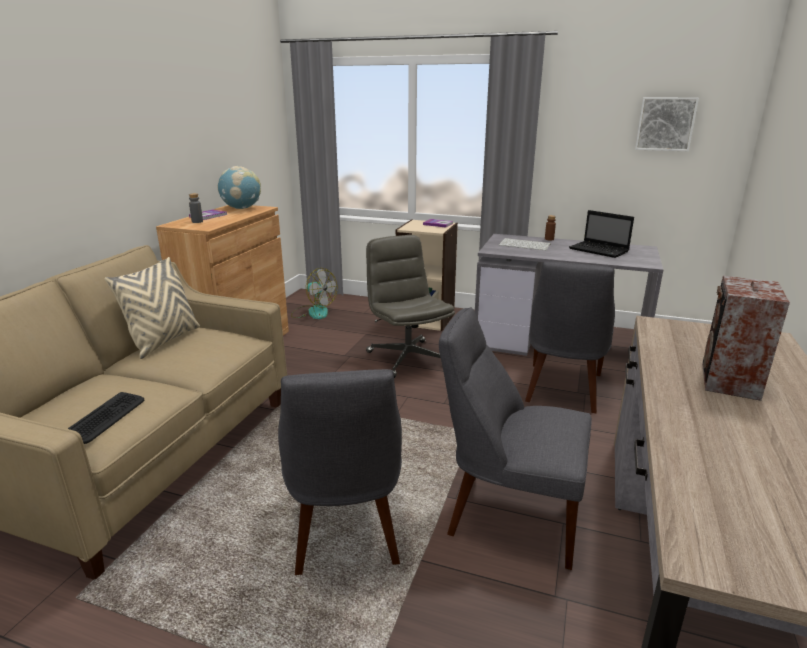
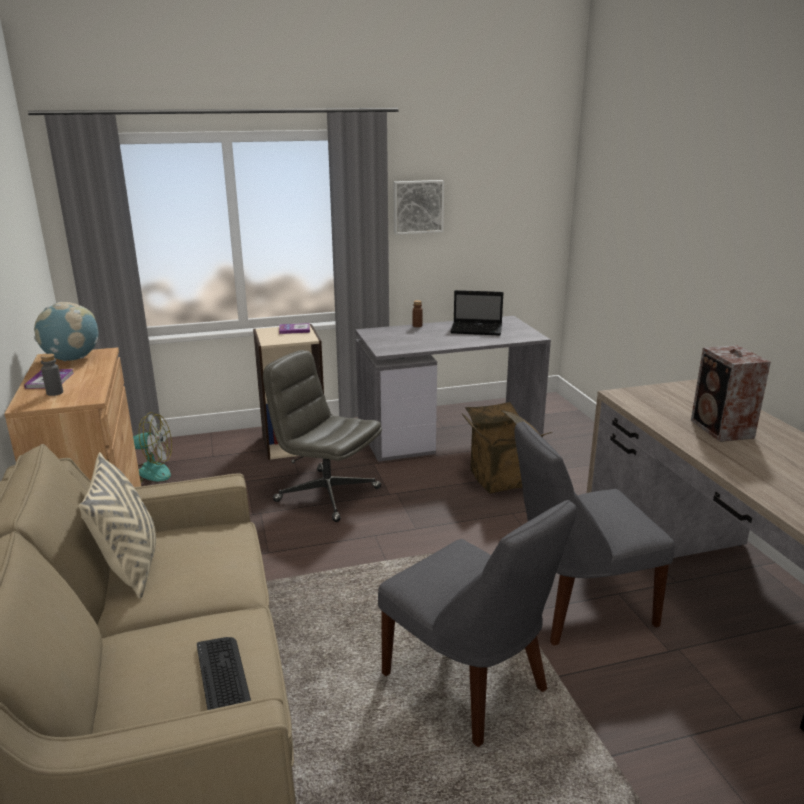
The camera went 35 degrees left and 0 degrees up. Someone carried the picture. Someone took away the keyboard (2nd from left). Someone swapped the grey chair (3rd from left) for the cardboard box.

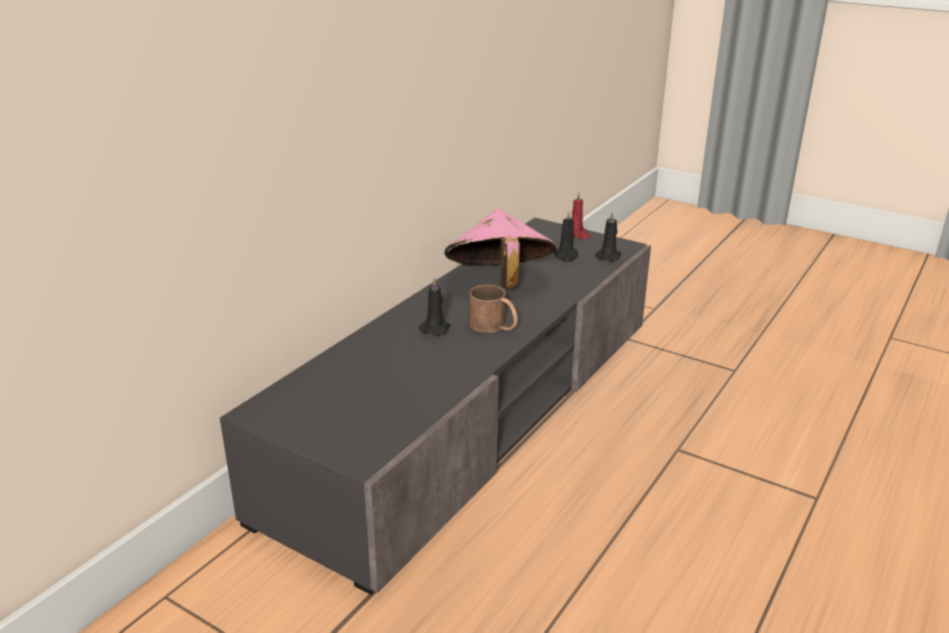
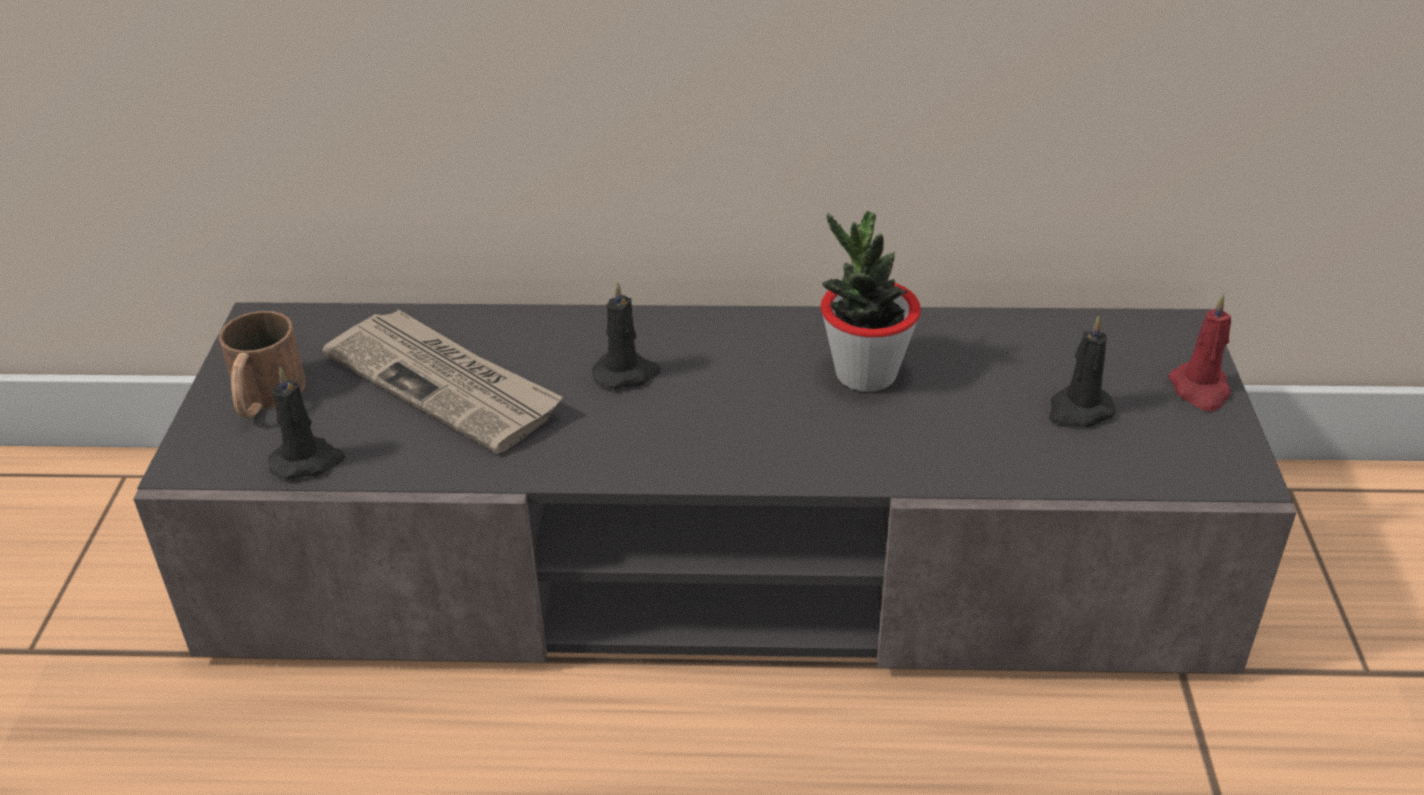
The camera went 60 degrees right and 10 degrees up. Someone swapped the pink hat for the potted plant. Someone carried the black candle (3rd from left in the first image). Someone carried the brown mug. Someone put down the newspaper.

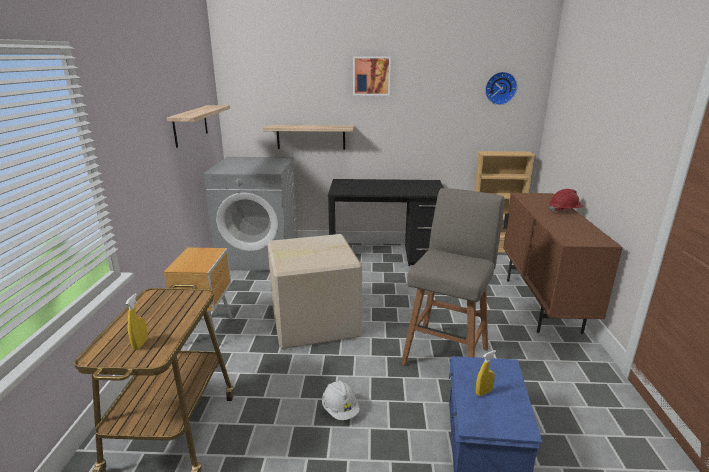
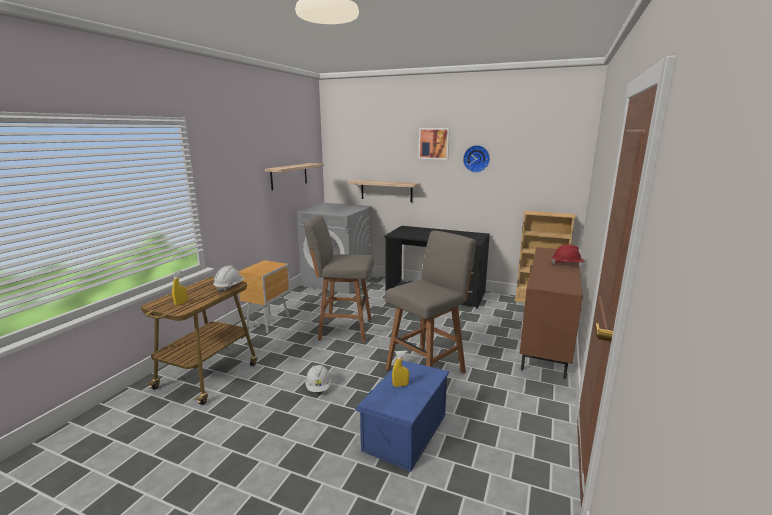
The camera went 20 degrees right and 5 degrees down. Someone carried the wall clock. Someone swapped the cardboard box for the grey stool (1st from left). Someone put down the white hard hat (1st from left).

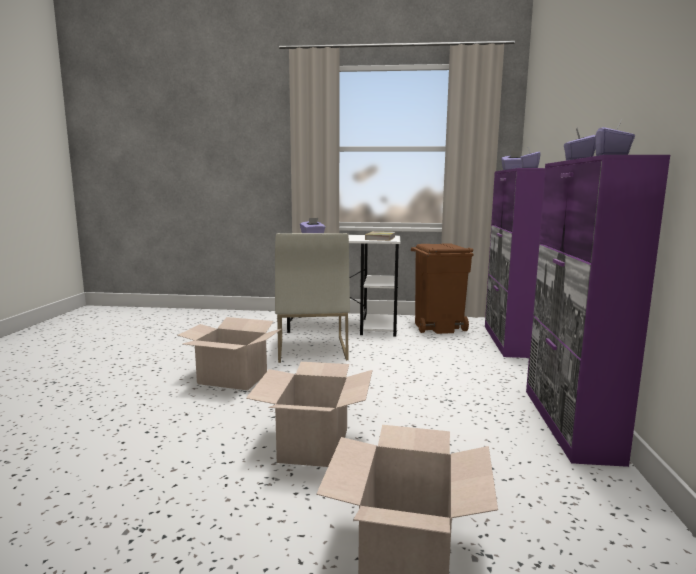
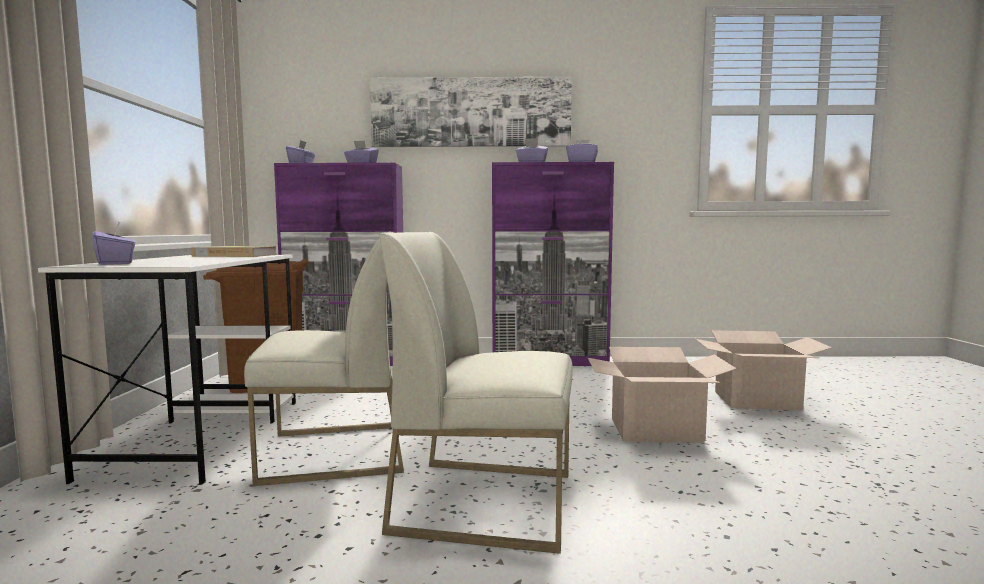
The camera went 95 degrees left and 5 degrees down. Someone swapped the cardboard box (1st from left) for the white chair (2nd from left). Someone put up the picture.

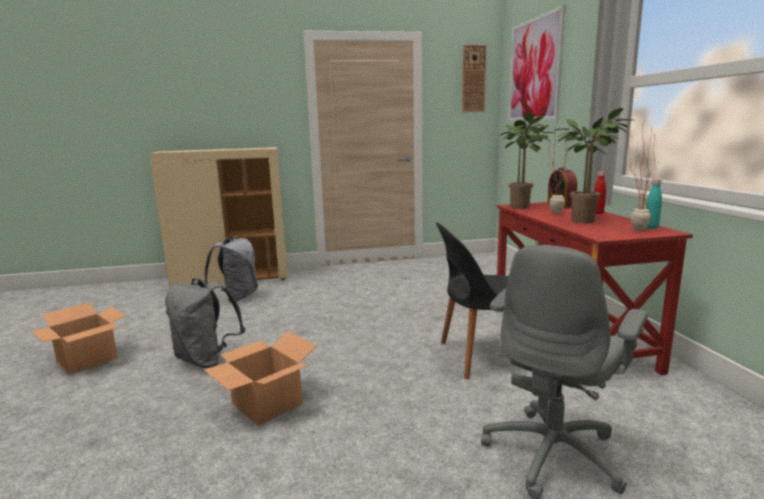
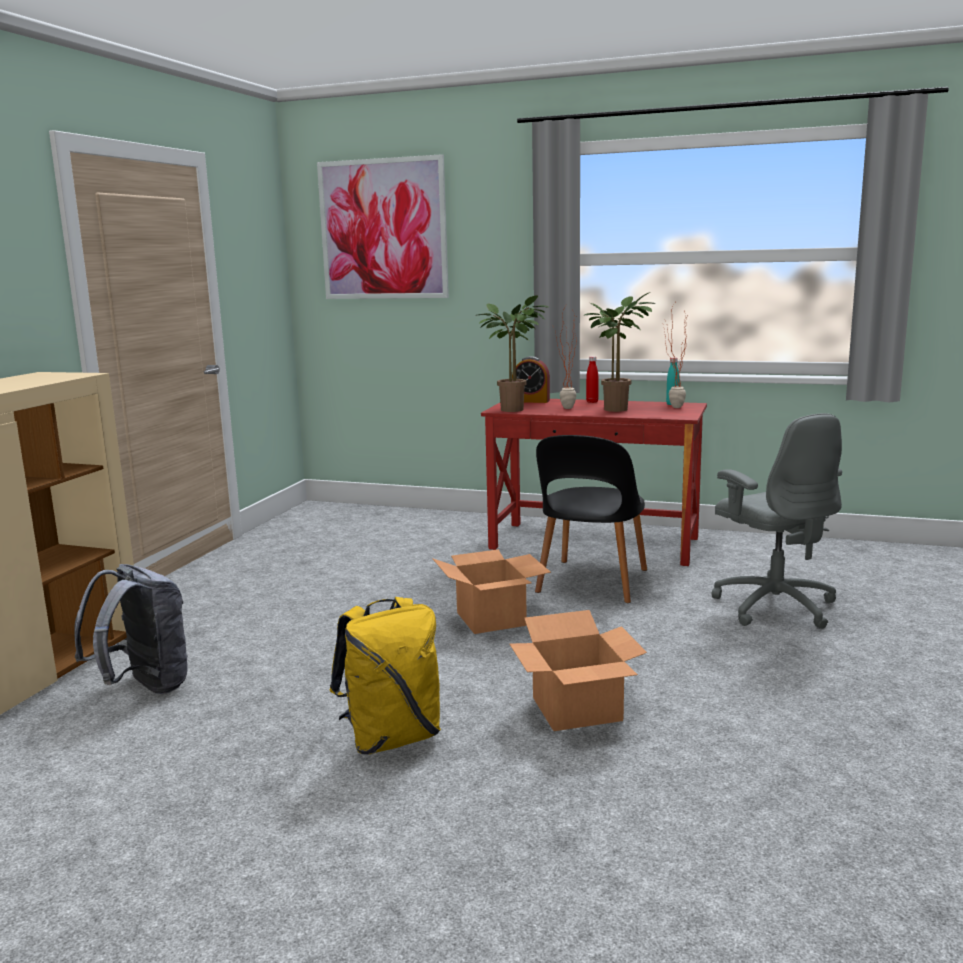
The camera went 60 degrees left and 0 degrees up. Someone took away the wall clock. Someone repainted the grey backpack (1st from left), which became the yellow backpack. Someone carried the cardboard box (1st from left).

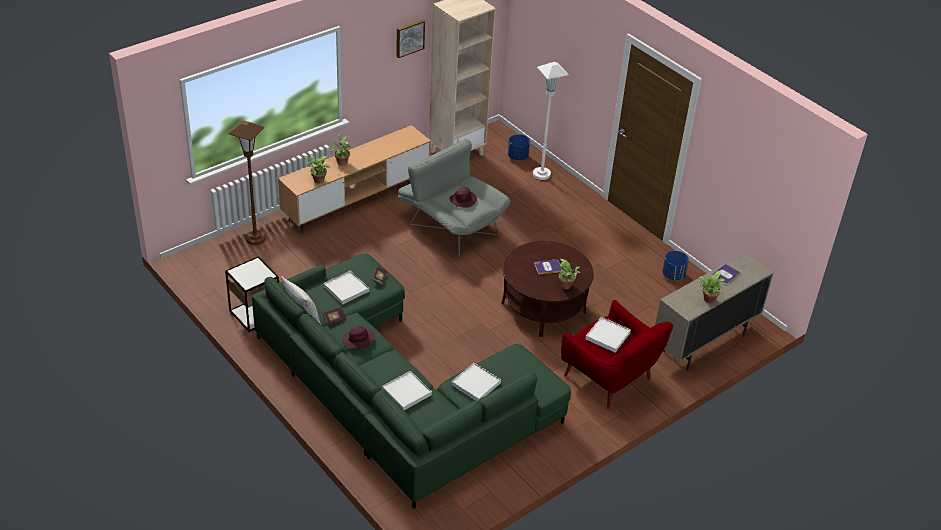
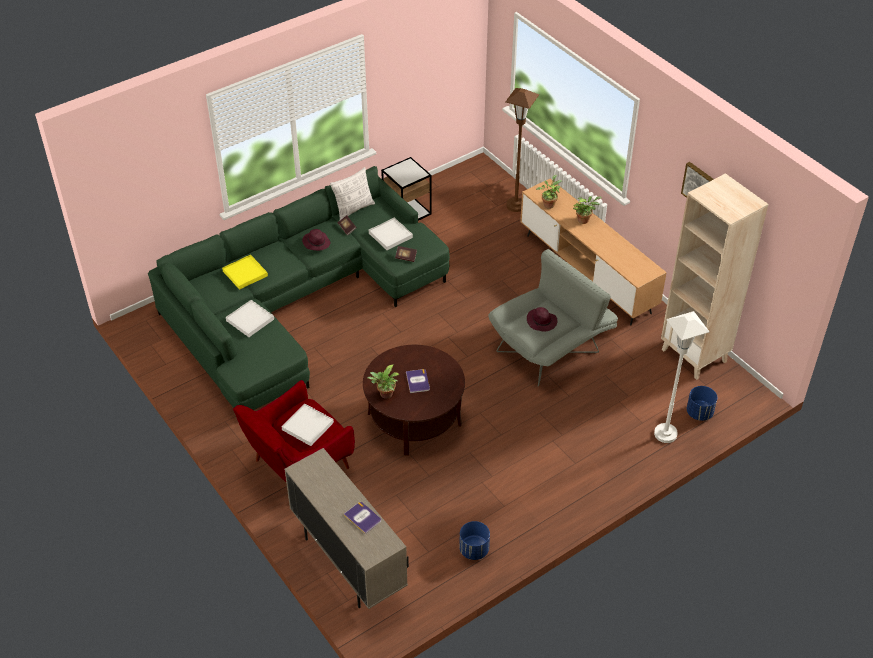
The camera went 95 degrees right and 5 degrees up. Someone took away the potted plant (4th from left). Someone repainted the white tray (2nd from left), which became the yellow tray.

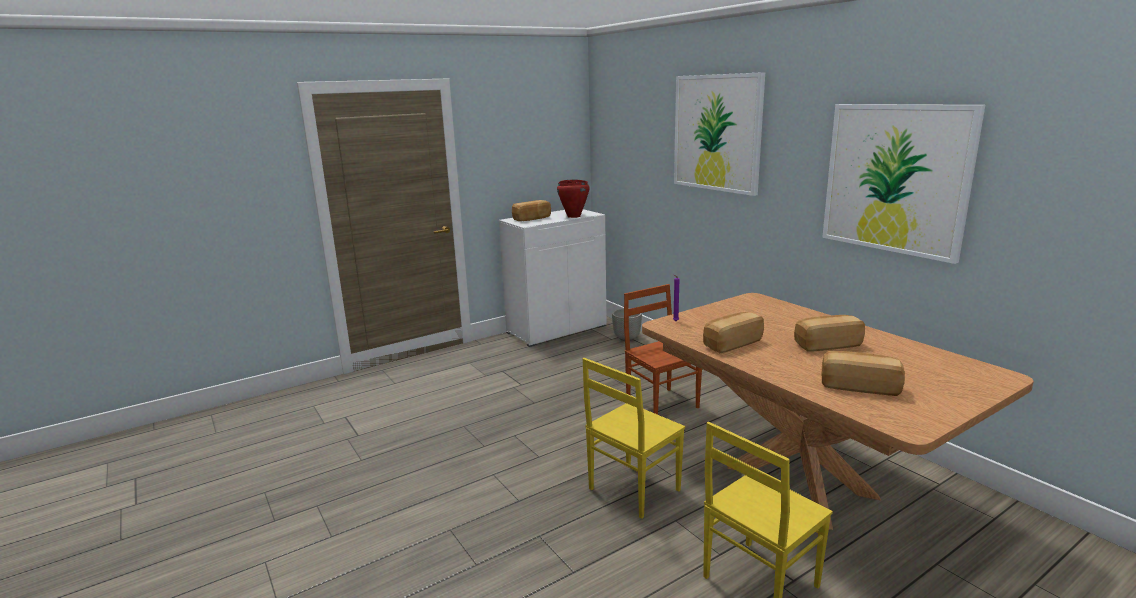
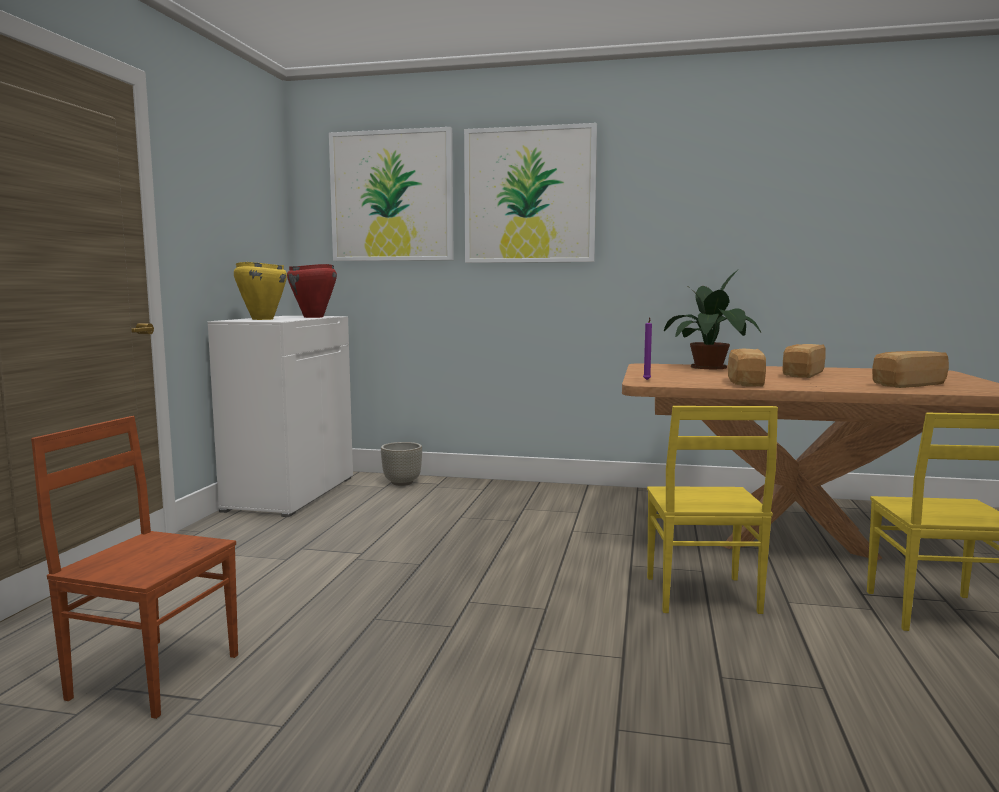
The camera went 45 degrees left and 10 degrees down. Someone carried the picture (2nd from left in the first image). Someone swapped the bread (1st from left) for the yellow cooking pot. Someone carried the brown chair. Someone put down the potted plant.

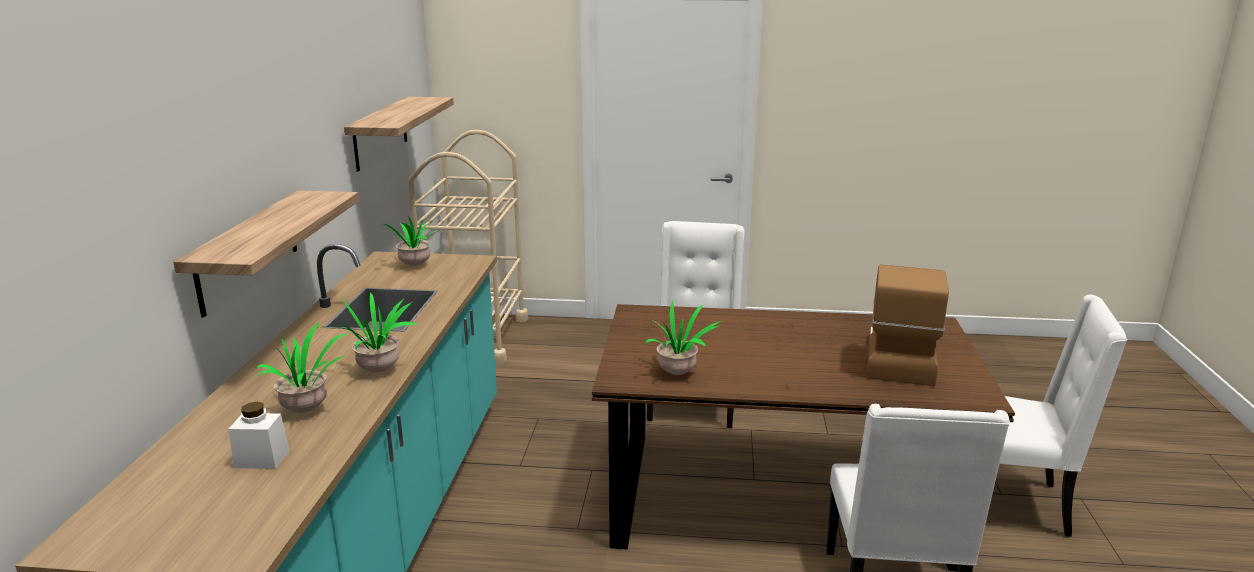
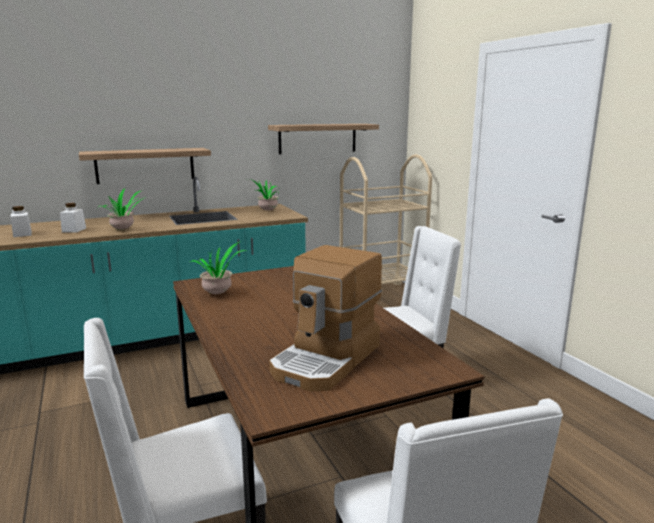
The camera went 60 degrees right and 5 degrees down. Someone rotated the coffee machine by 135 degrees clockwise. Someone swapped the potted plant (1st from left) for the white jar (2nd from left).

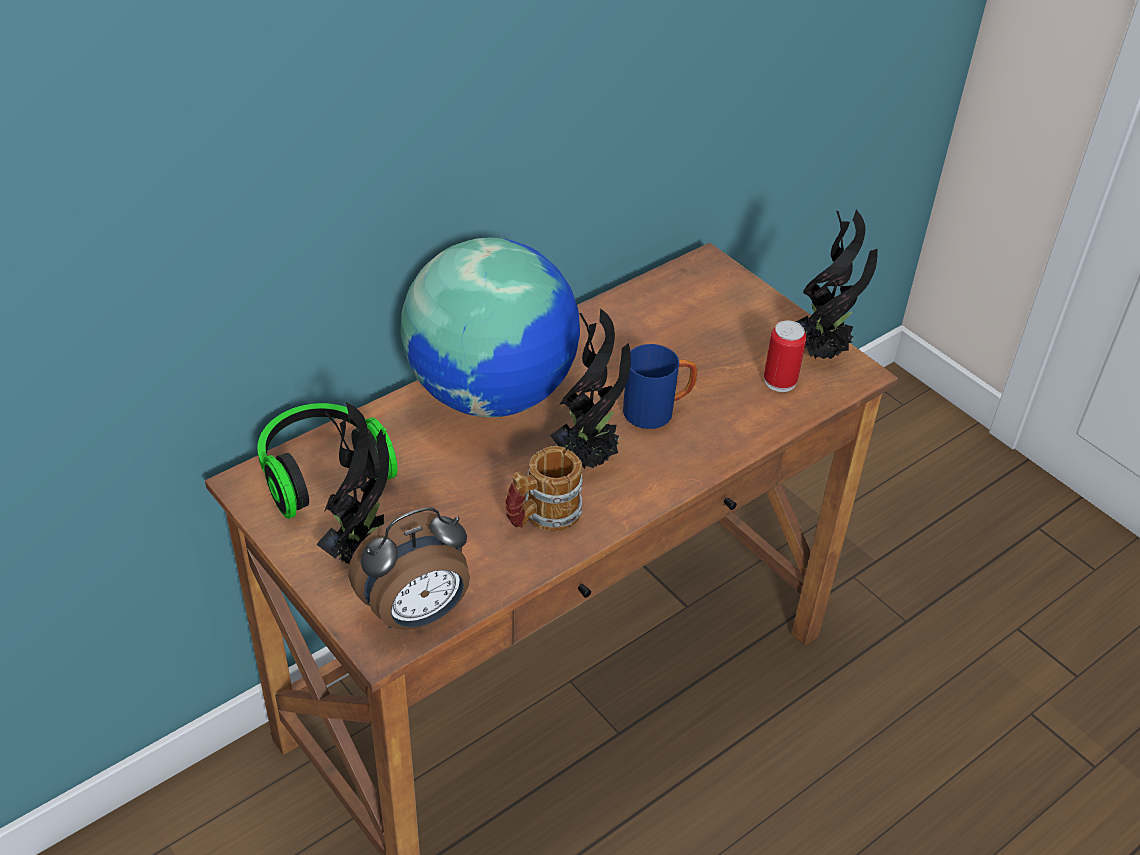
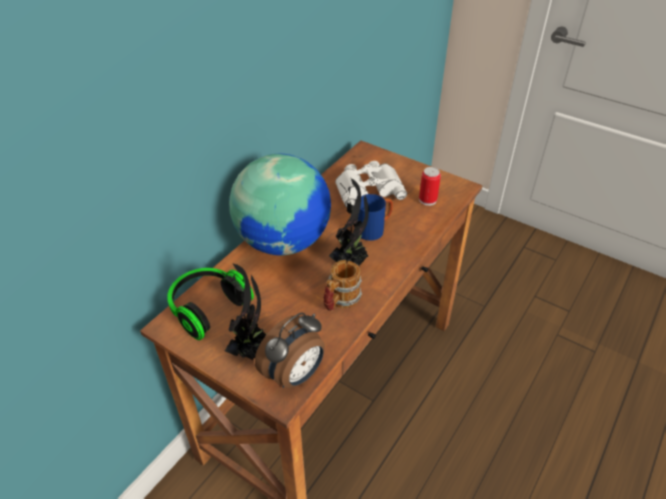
The camera went 15 degrees left and 0 degrees up. Someone took away the potted plant (3rd from left). Someone put down the white binoculars.

